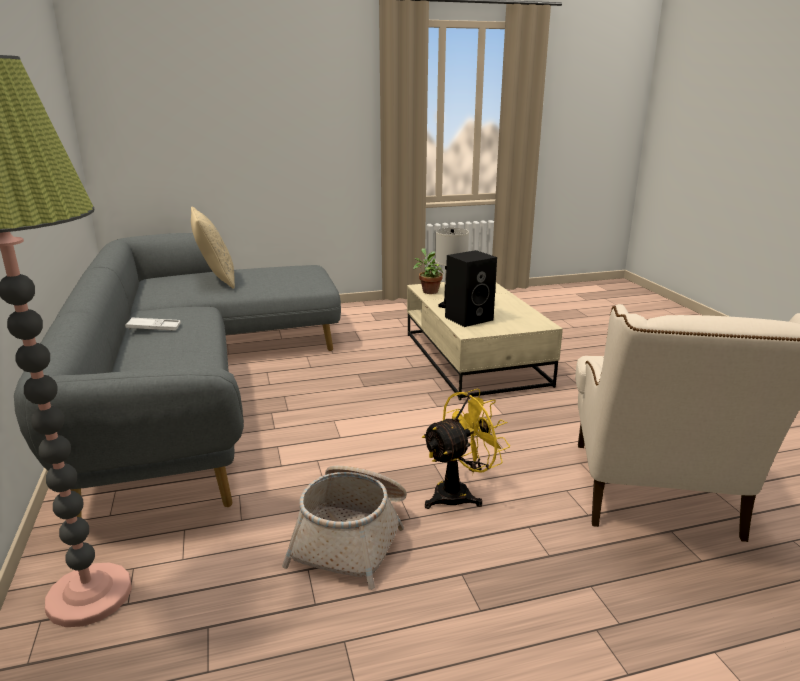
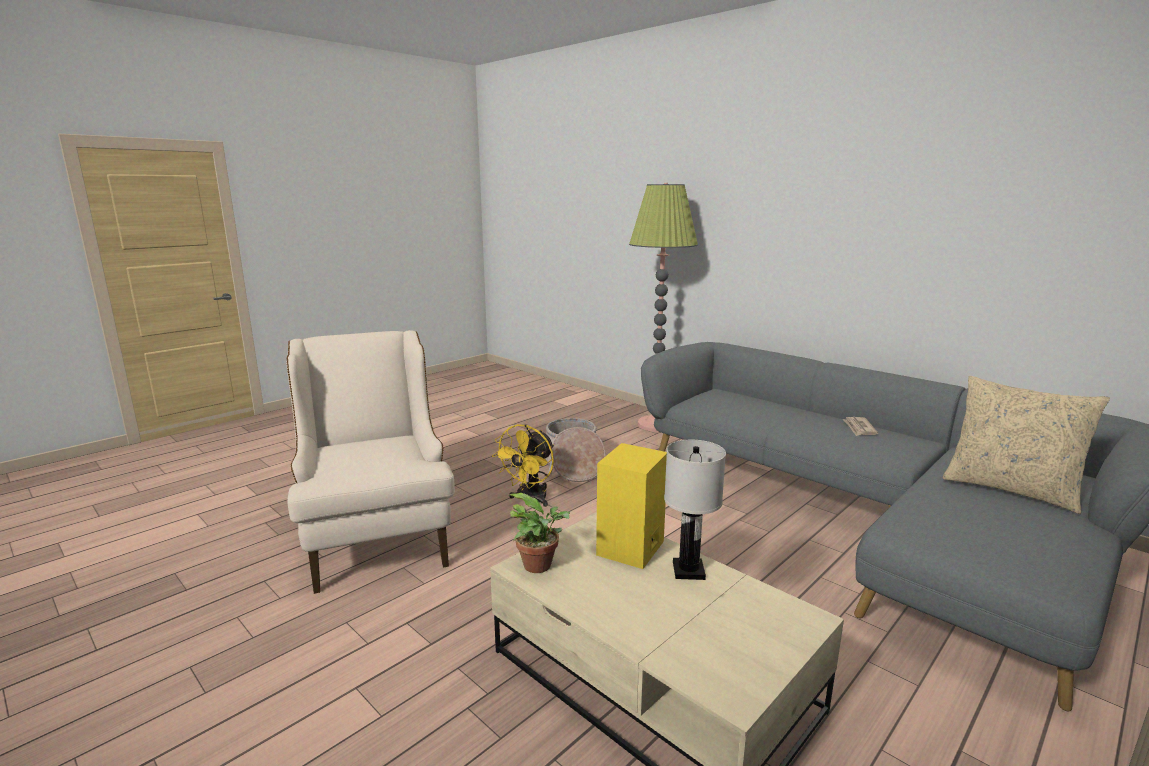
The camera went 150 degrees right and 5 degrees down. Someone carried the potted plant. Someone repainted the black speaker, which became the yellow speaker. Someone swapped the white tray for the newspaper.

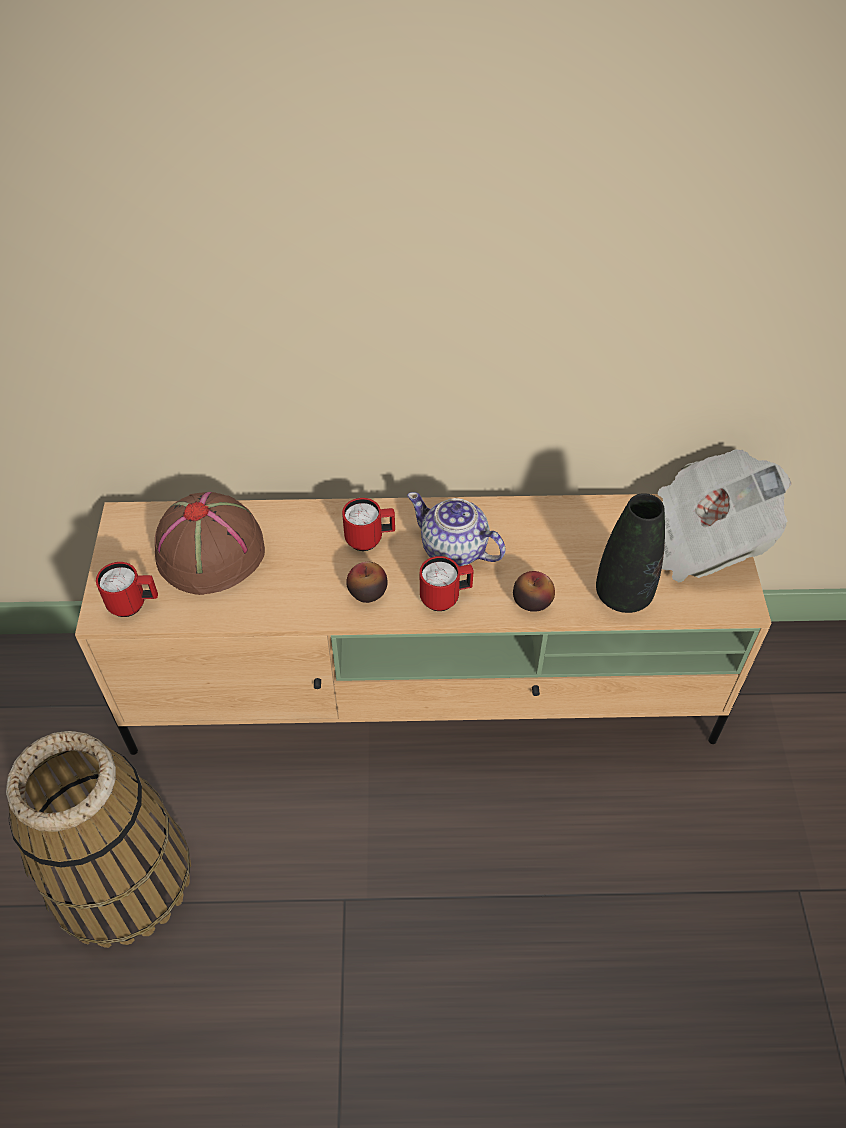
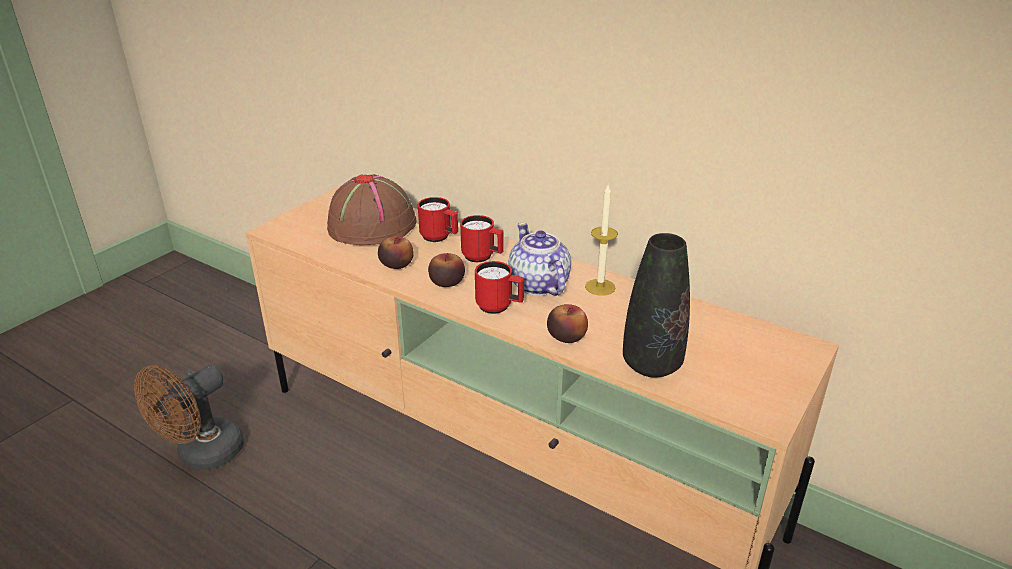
The camera went 35 degrees right and 20 degrees down. Someone took away the newspaper. Someone carried the red mug (1st from left). Someone swapped the basket for the brown fan. Someone put down the candle. Someone put down the apple (1st from left).

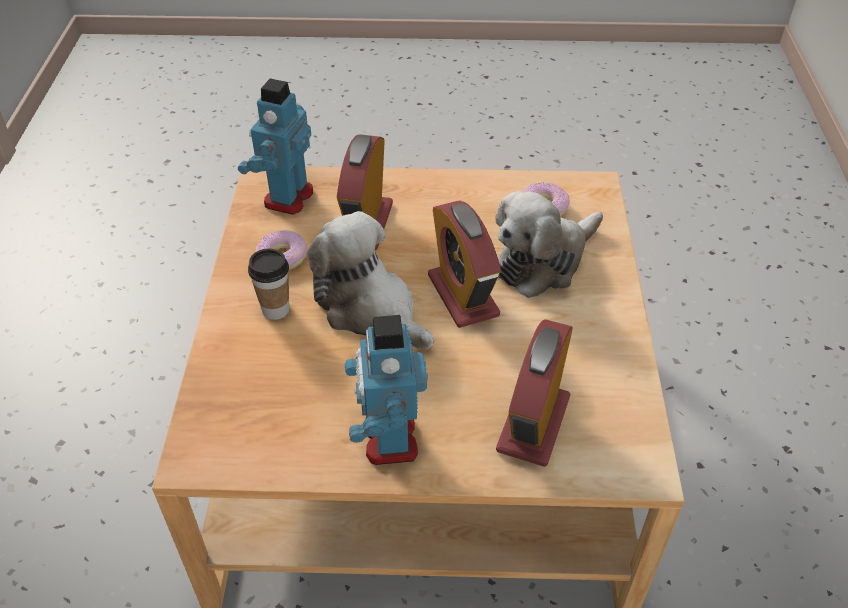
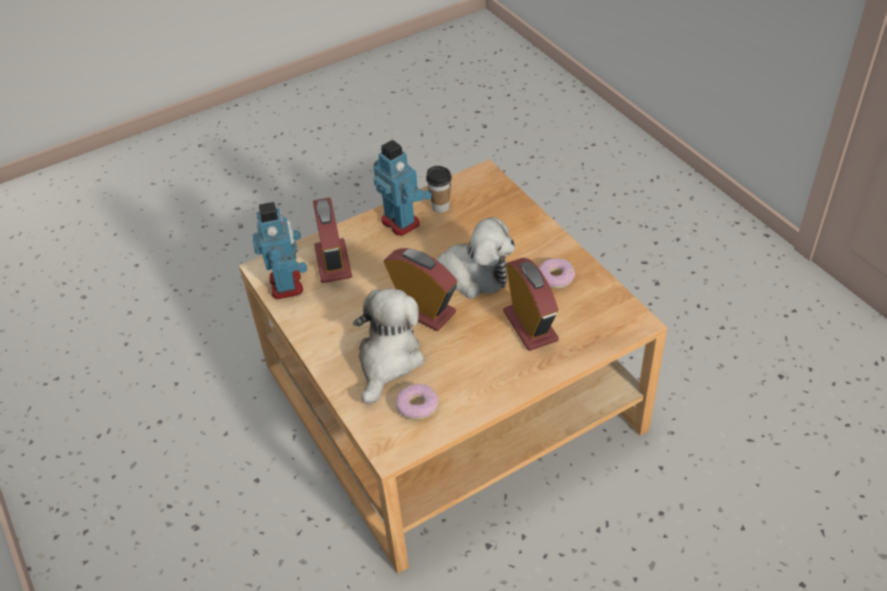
The camera went 150 degrees right and 0 degrees up. Someone carried the toy robot (1st from left). Someone carried the cup.

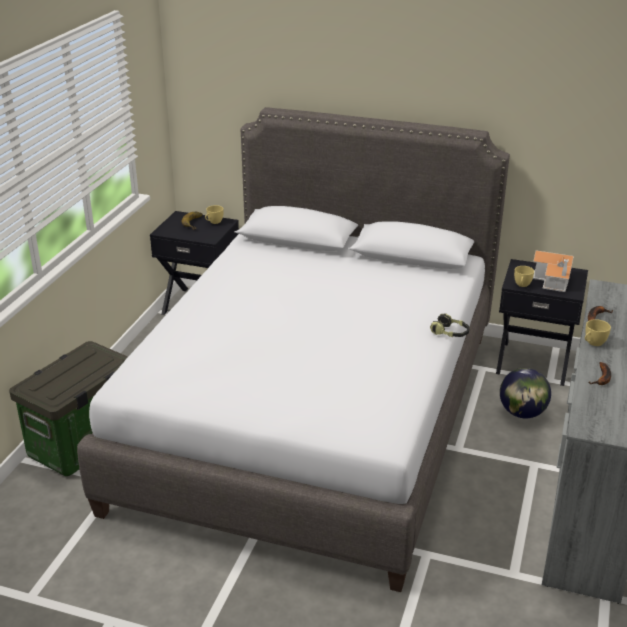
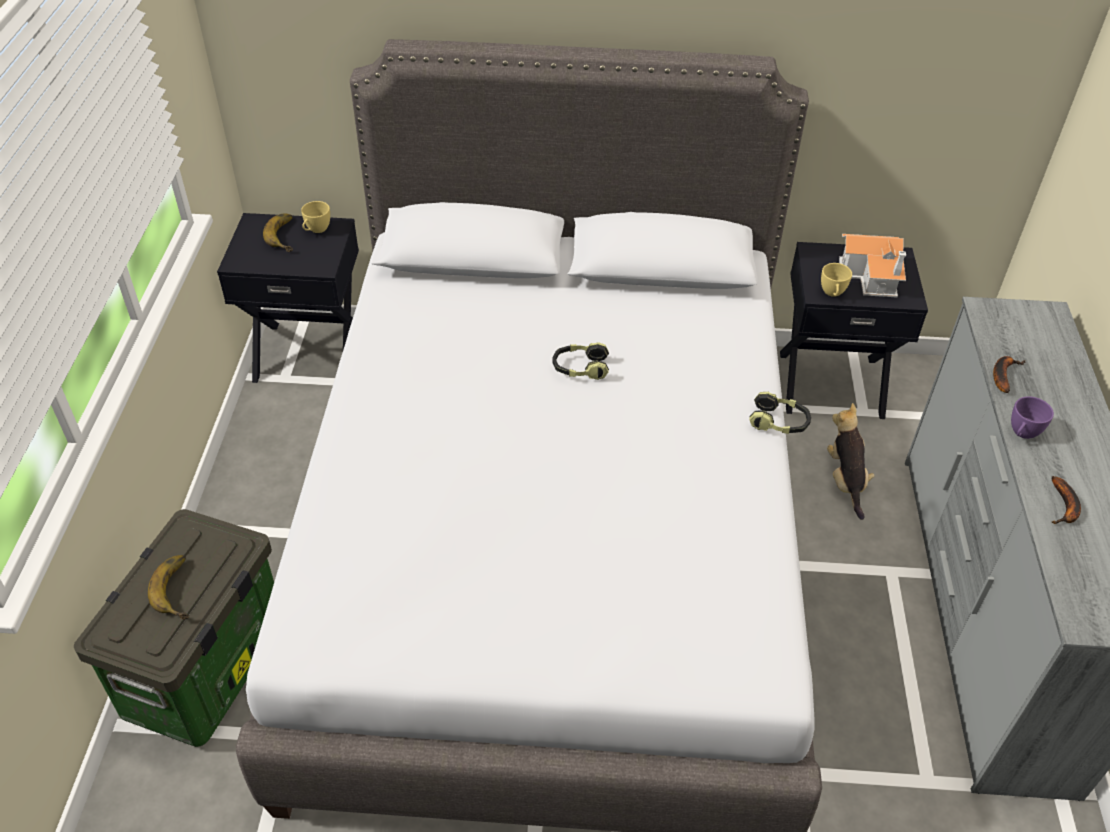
The camera went 15 degrees left and 15 degrees up. Someone repainted the yellow cup (3rd from left), which became the purple cup. Someone swapped the globe for the plush toy. Someone put down the headphones (1st from left). Someone put down the banana (1st from left).

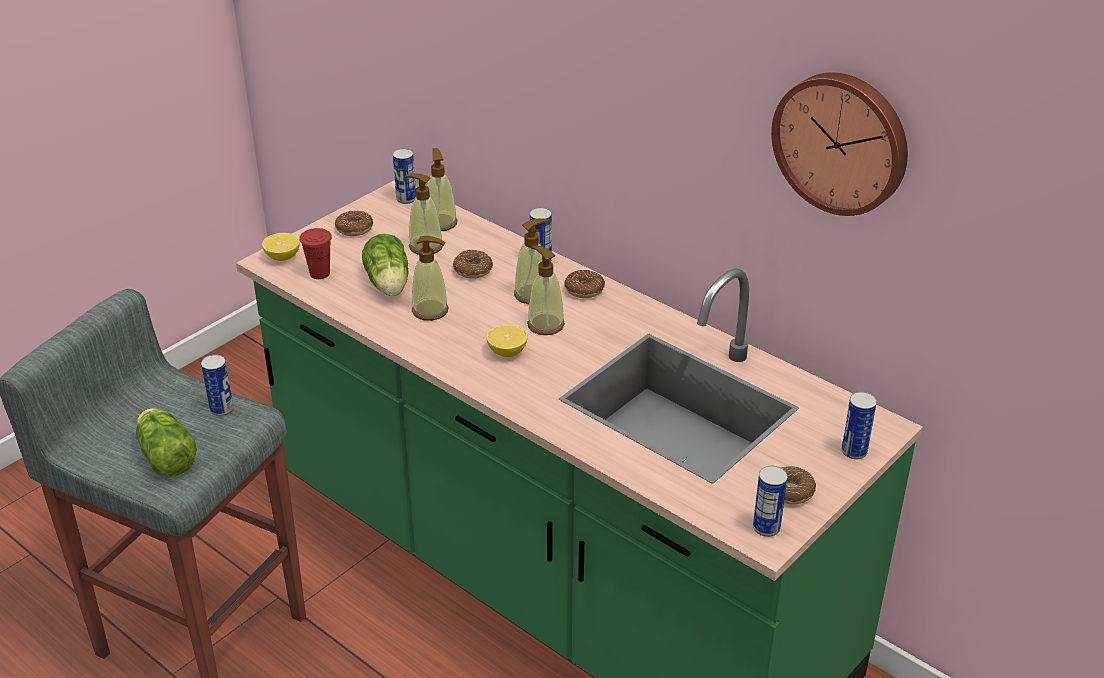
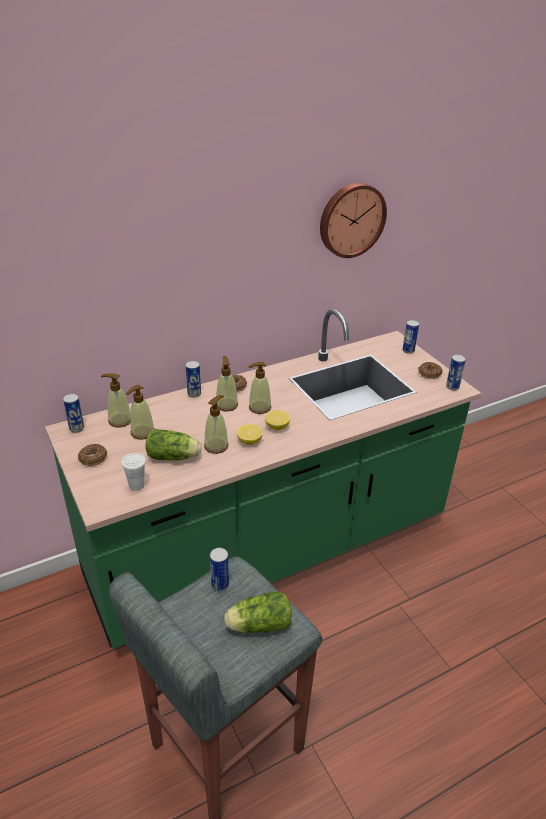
The camera went 70 degrees left and 0 degrees up. Someone repainted the red cup, which became the white cup. Someone carried the lemon (1st from left). Someone took away the donut (2nd from left).

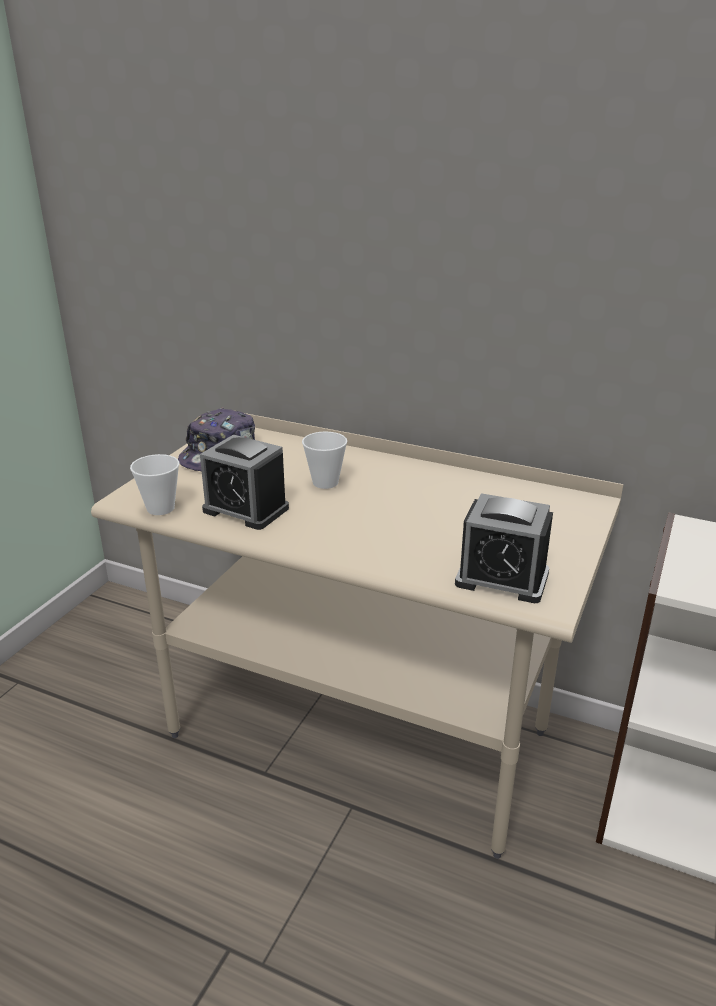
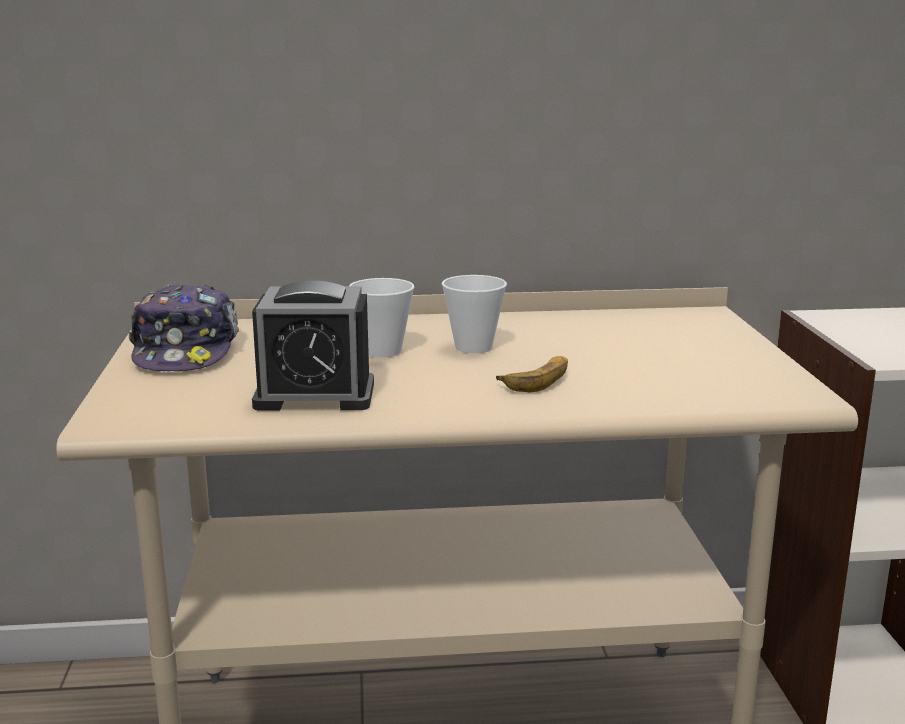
The camera went 30 degrees left and 10 degrees down. Someone carried the cup (1st from left in the first image). Someone took away the alarm clock (2nd from left). Someone put down the banana.

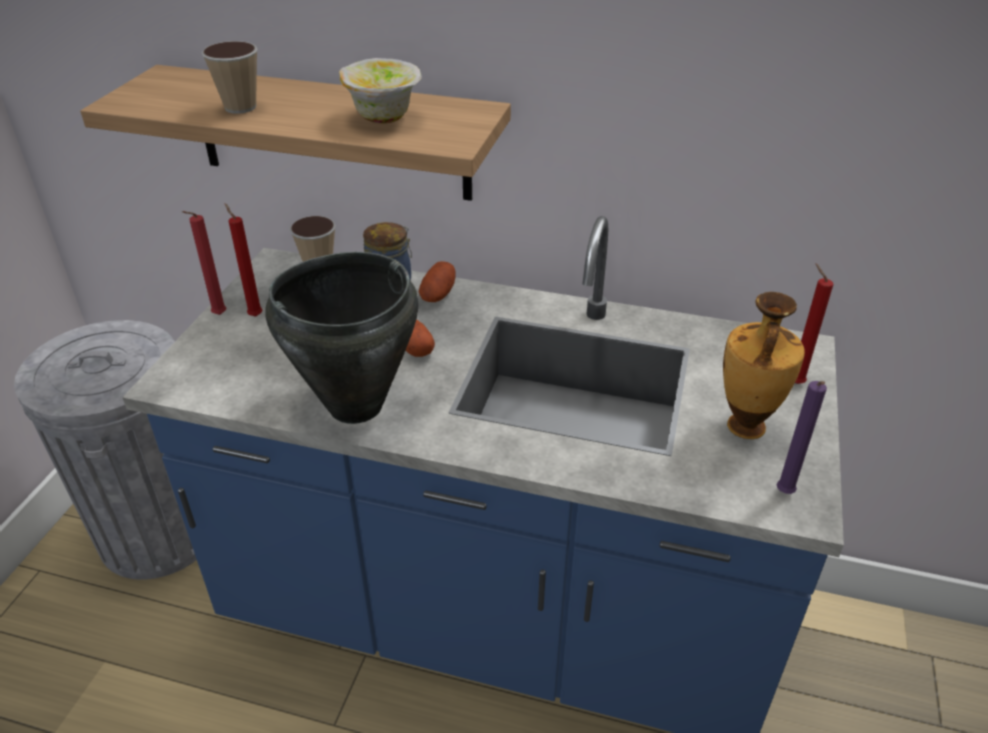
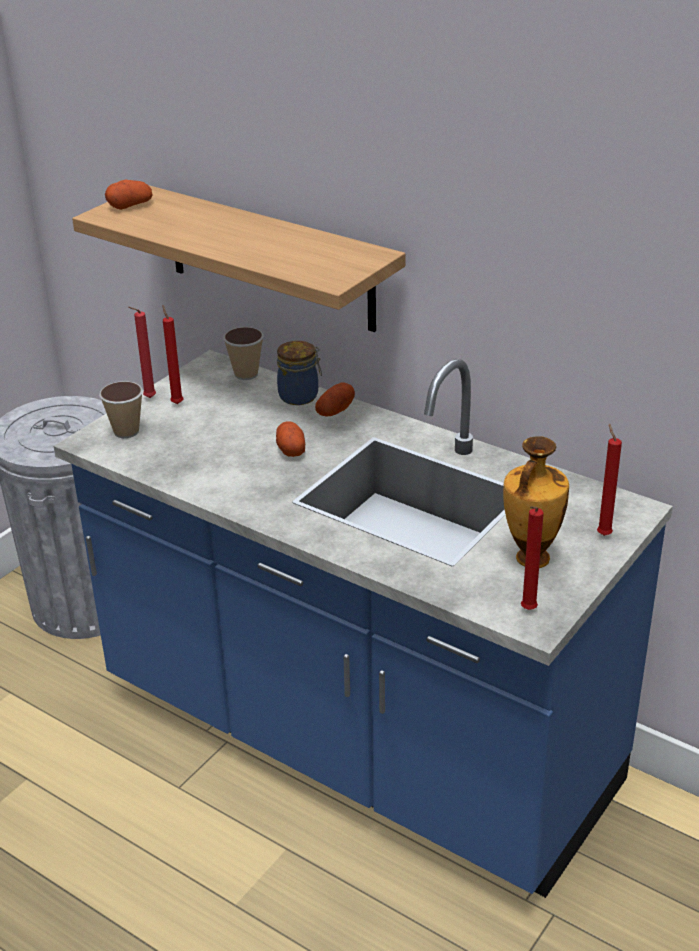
The camera went 20 degrees right and 5 degrees down. Someone carried the cup (1st from left). Someone took away the bowl. Someone took away the black cooking pot. Someone repainted the purple candle, which became the red candle (3rd from left). Someone put down the potato (1st from left).

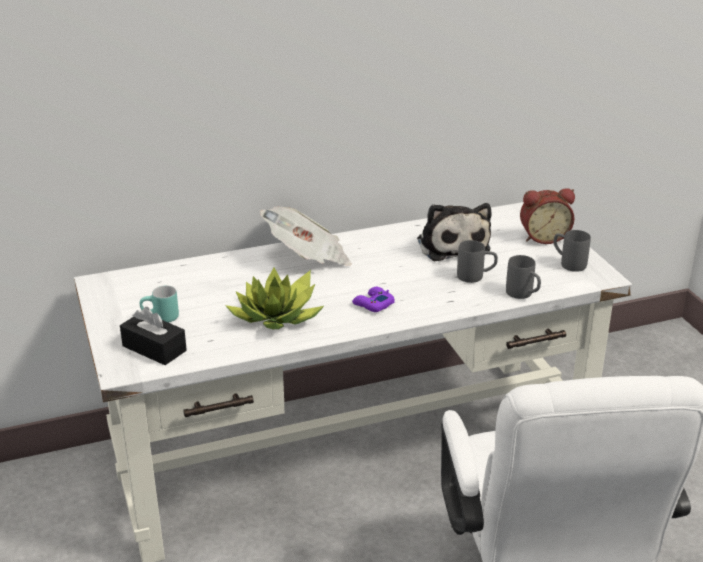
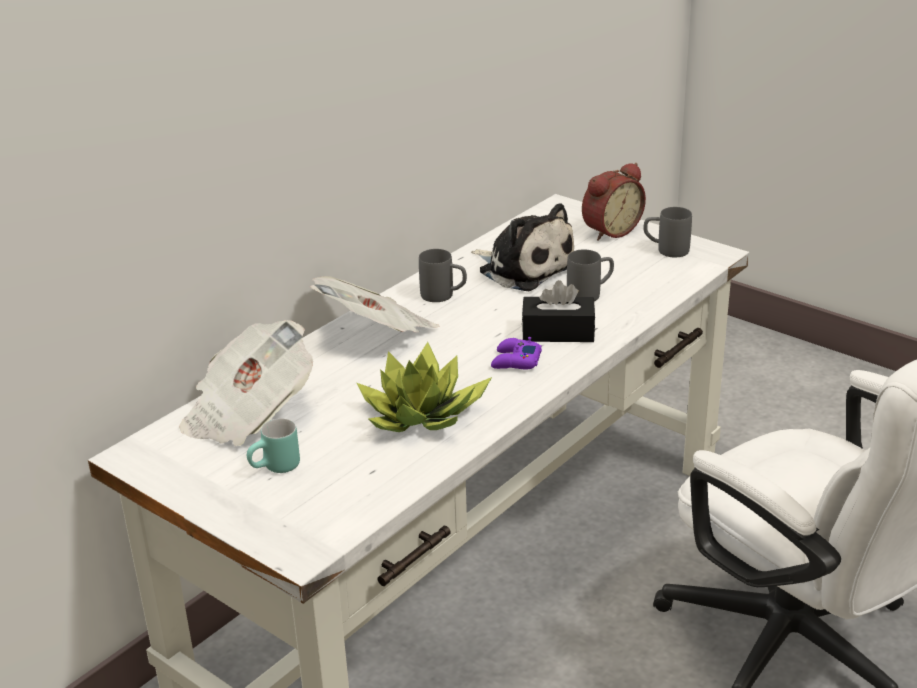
The camera went 30 degrees left and 0 degrees up. Someone carried the grey mug (2nd from left in the first image). Someone carried the black tissue box. Someone put down the newspaper (1st from left).

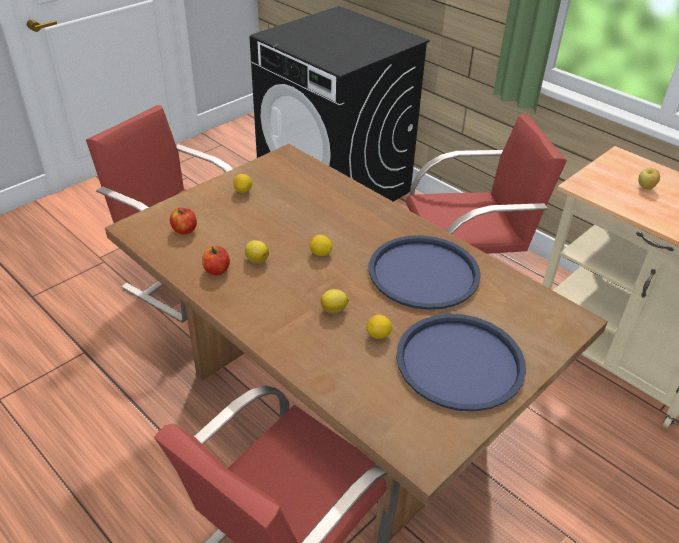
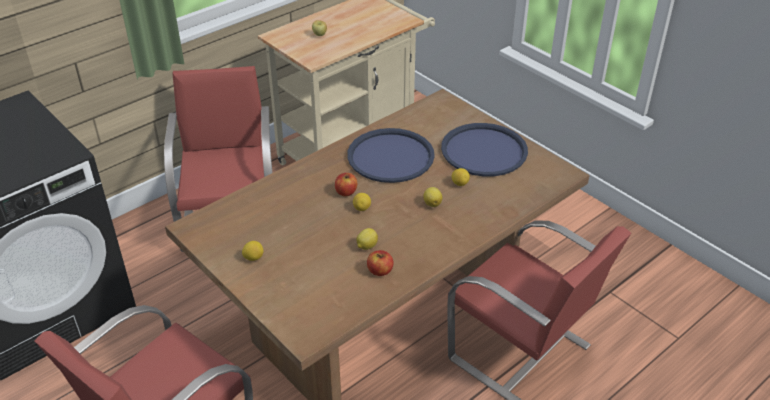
The camera went 85 degrees left and 0 degrees up. Someone carried the apple (1st from left in the first image).

